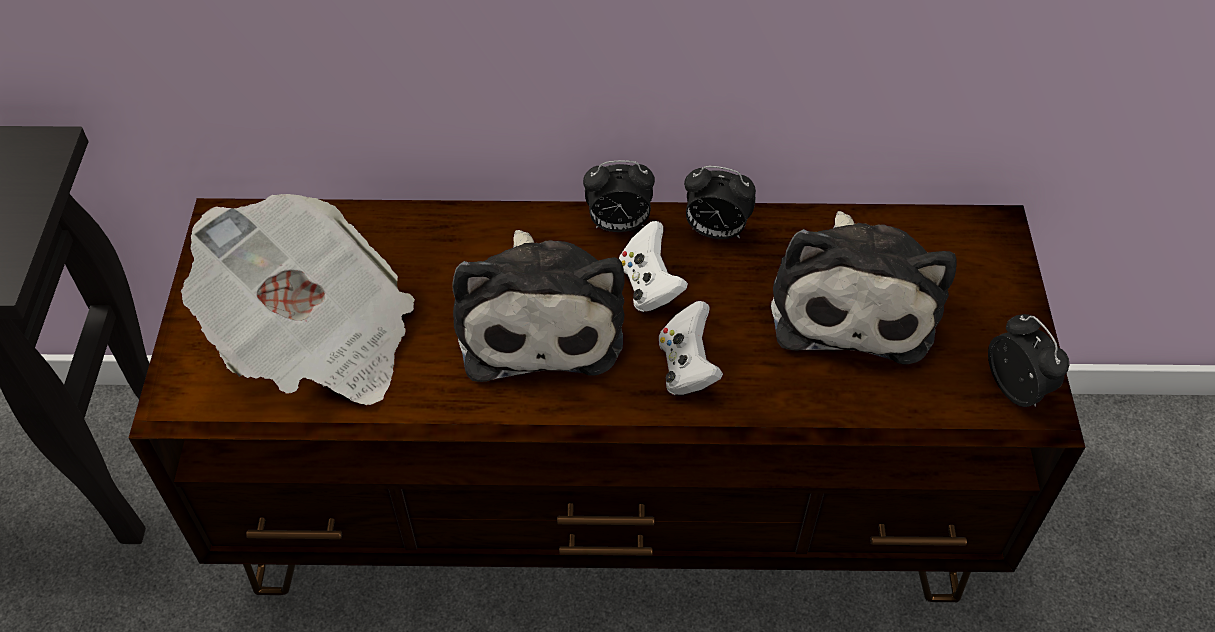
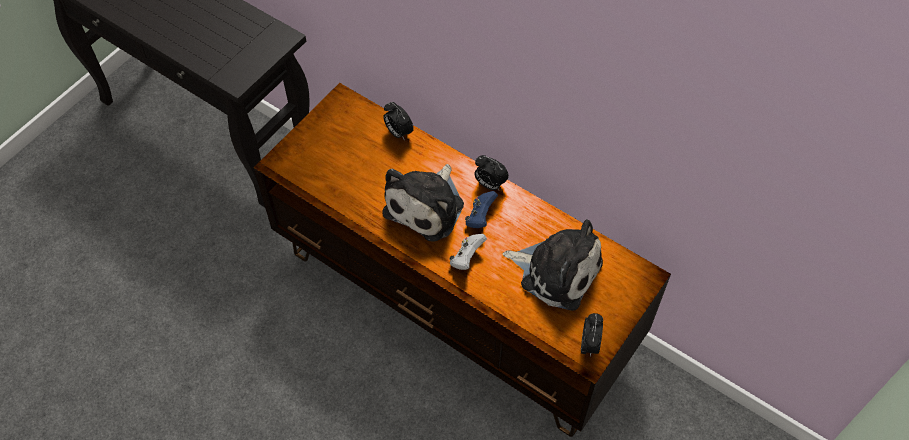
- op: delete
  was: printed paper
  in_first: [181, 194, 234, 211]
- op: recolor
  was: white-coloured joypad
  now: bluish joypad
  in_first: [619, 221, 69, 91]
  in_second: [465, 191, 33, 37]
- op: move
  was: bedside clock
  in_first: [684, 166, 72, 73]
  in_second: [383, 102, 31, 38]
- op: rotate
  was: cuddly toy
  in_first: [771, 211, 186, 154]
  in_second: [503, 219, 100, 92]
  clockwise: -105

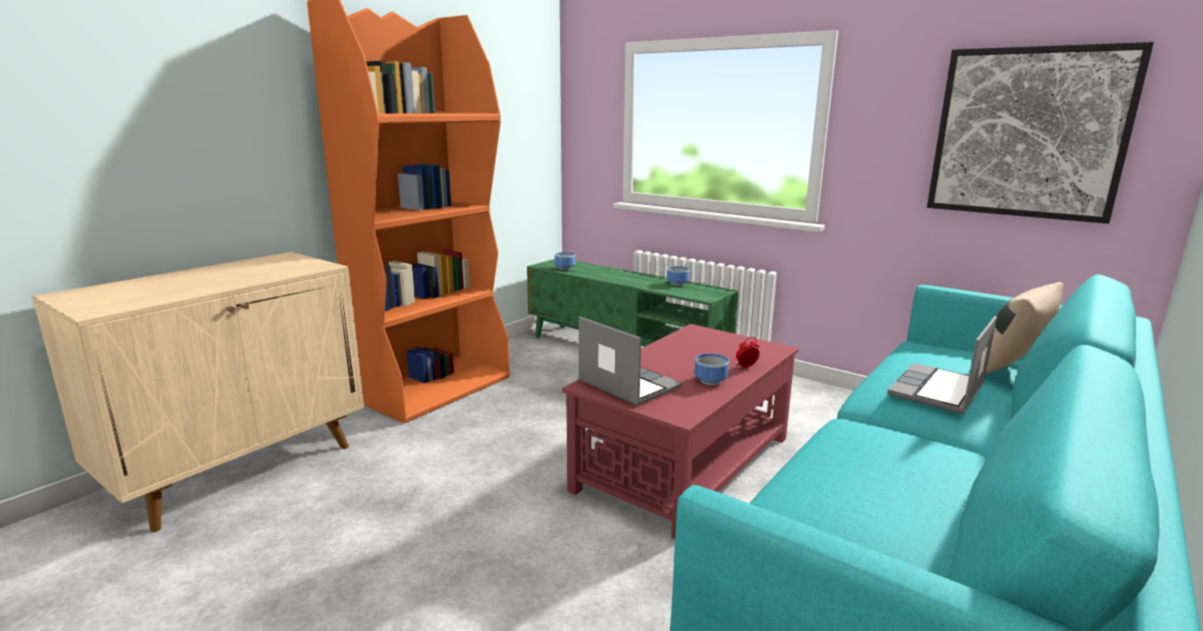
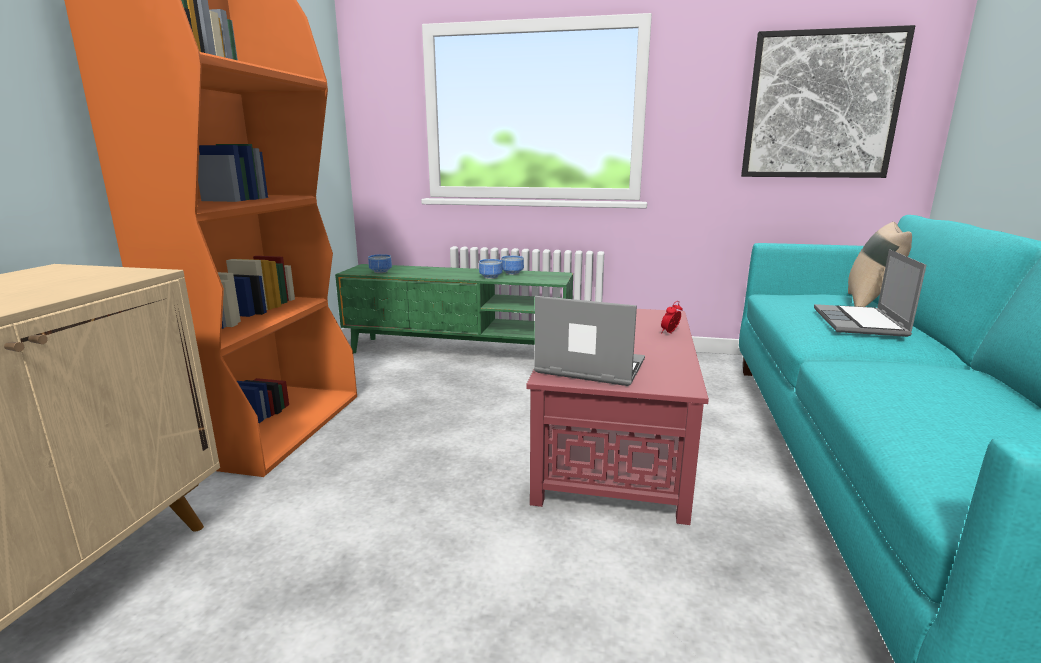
- op: move
  was: bowl
  in_first: [694, 353, 35, 32]
  in_second: [479, 259, 24, 20]

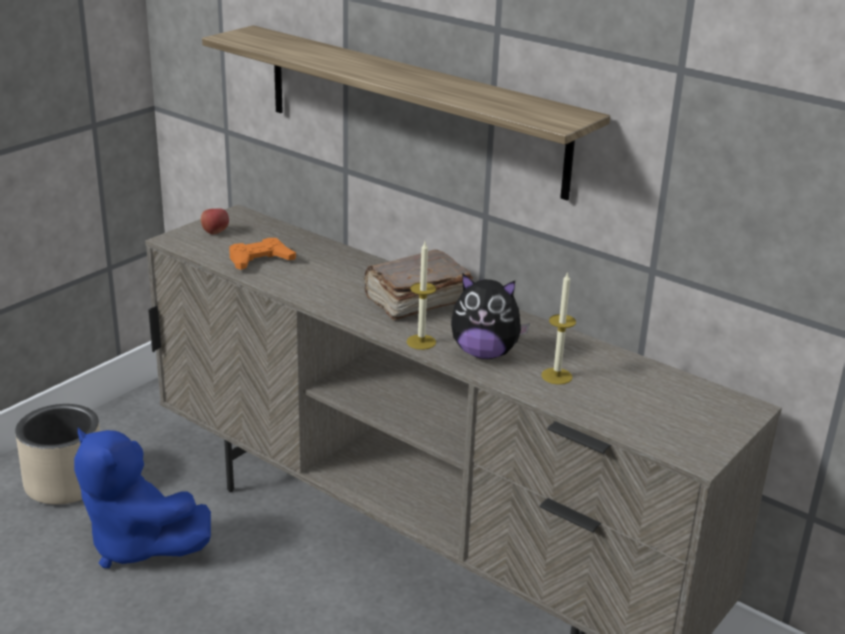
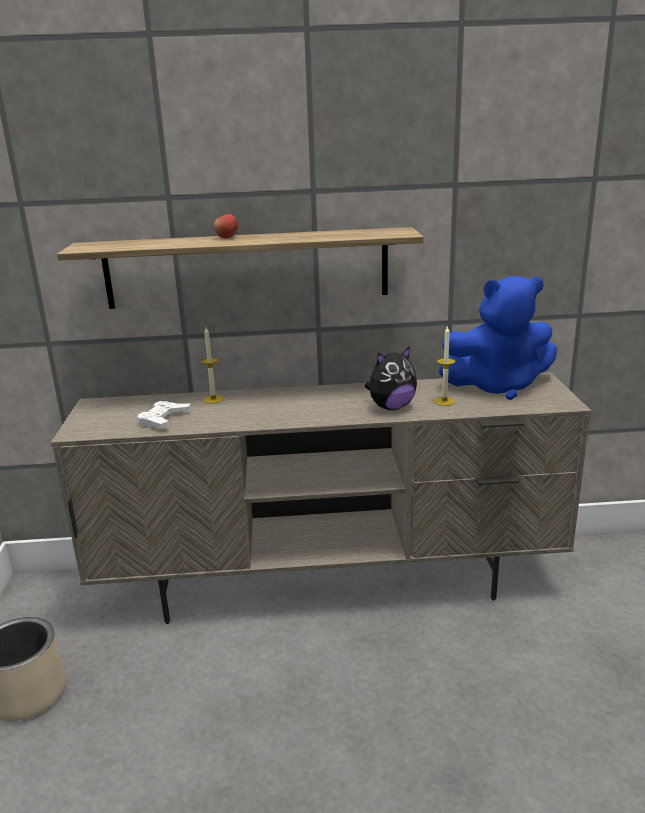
- op: move
  was: bluish cuddly toy
  in_first: [74, 428, 137, 140]
  in_second: [439, 276, 118, 124]
- op: move
  was: apple fruit
  in_first: [201, 208, 28, 27]
  in_second: [214, 214, 24, 25]
- op: recolor
  was: orange-coloured joypad
  now: white-coloured joypad
  in_first: [229, 238, 67, 32]
  in_second: [137, 401, 55, 27]
- op: delete
  was: brown volume
  in_first: [364, 250, 109, 71]
- op: move
  was: wax candle
  in_first: [407, 242, 29, 108]
  in_second: [201, 327, 23, 77]

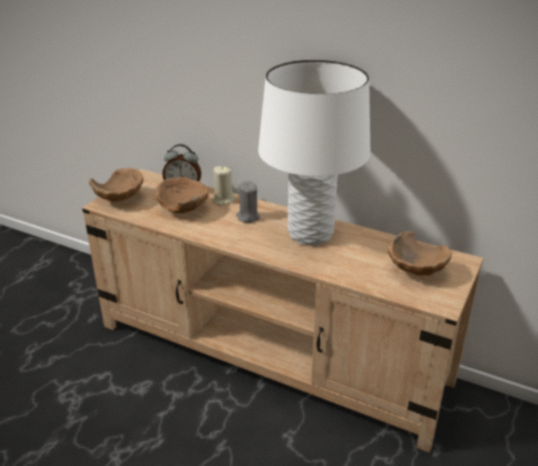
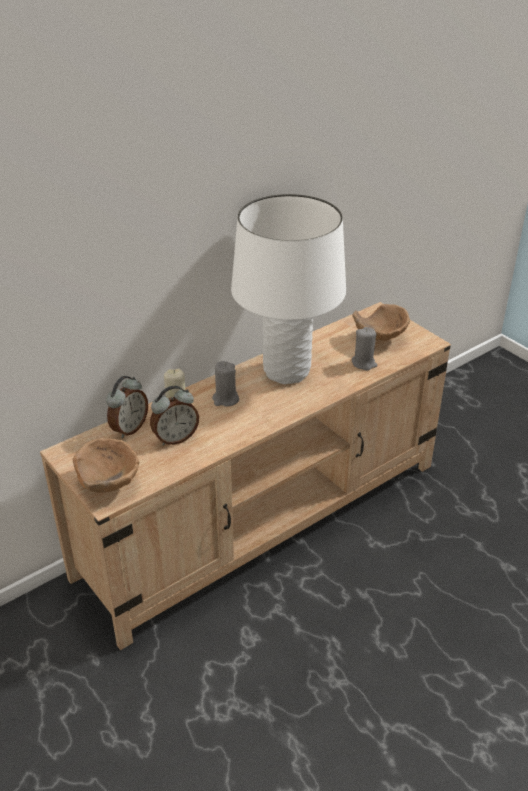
- op: replace
  was: brown bowl
  now: bedside clock
  in_first: [155, 177, 53, 36]
  in_second: [150, 386, 49, 60]
- op: insert
  now: gray wax candle
  in_second: [352, 327, 25, 44]

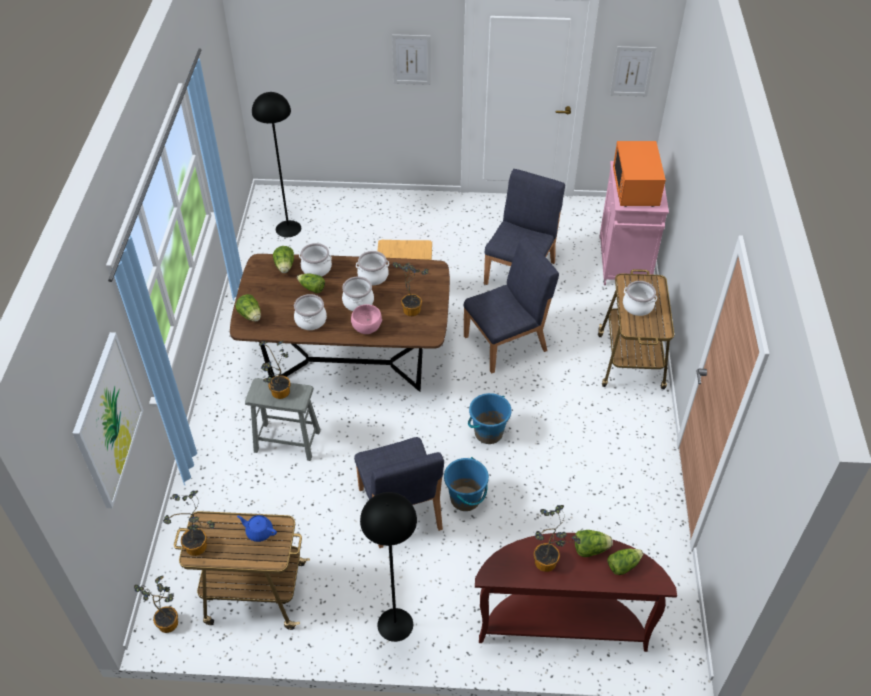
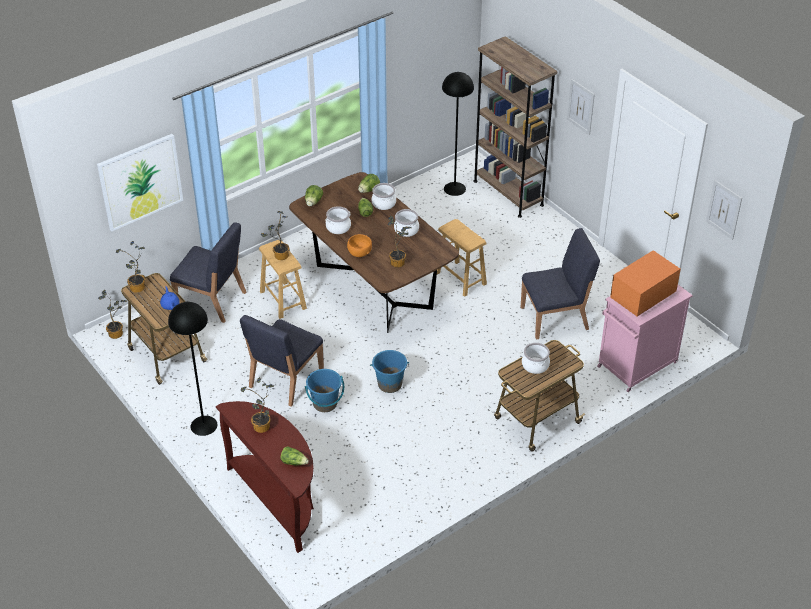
- op: recolor
  was: gray stool
  now: brown stool
  in_first: [245, 378, 76, 83]
  in_second: [259, 240, 48, 79]
- op: delete
  was: stockpot
  in_first: [342, 276, 32, 35]
- op: recolor
  was: pink bowl
  now: orange-coloured bowl
  in_first: [351, 304, 31, 30]
  in_second: [347, 234, 25, 23]
- op: move
  was: bluish plain chair
  in_first: [464, 237, 95, 137]
  in_second: [170, 222, 76, 101]
- op: delete
  was: lettuce
  in_first: [574, 530, 39, 27]
- op: insert
  now: brown shelving unit
  in_second: [473, 36, 85, 182]

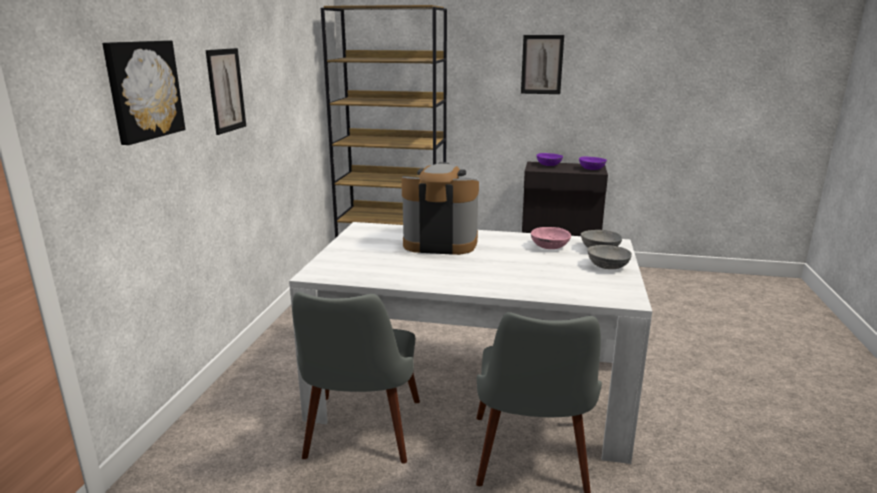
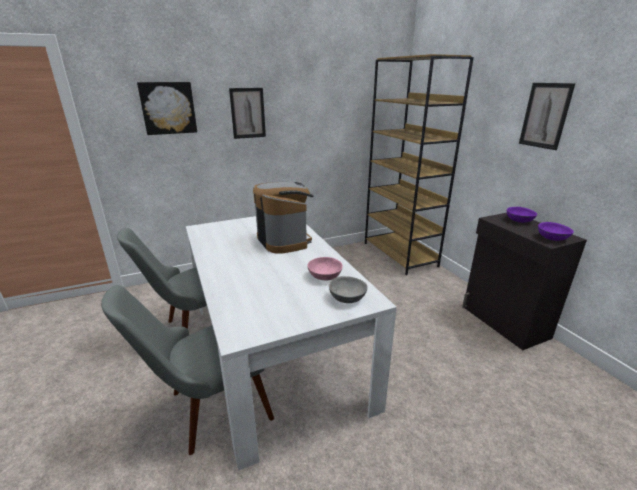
- op: delete
  was: gray bowl
  in_first: [587, 245, 45, 24]

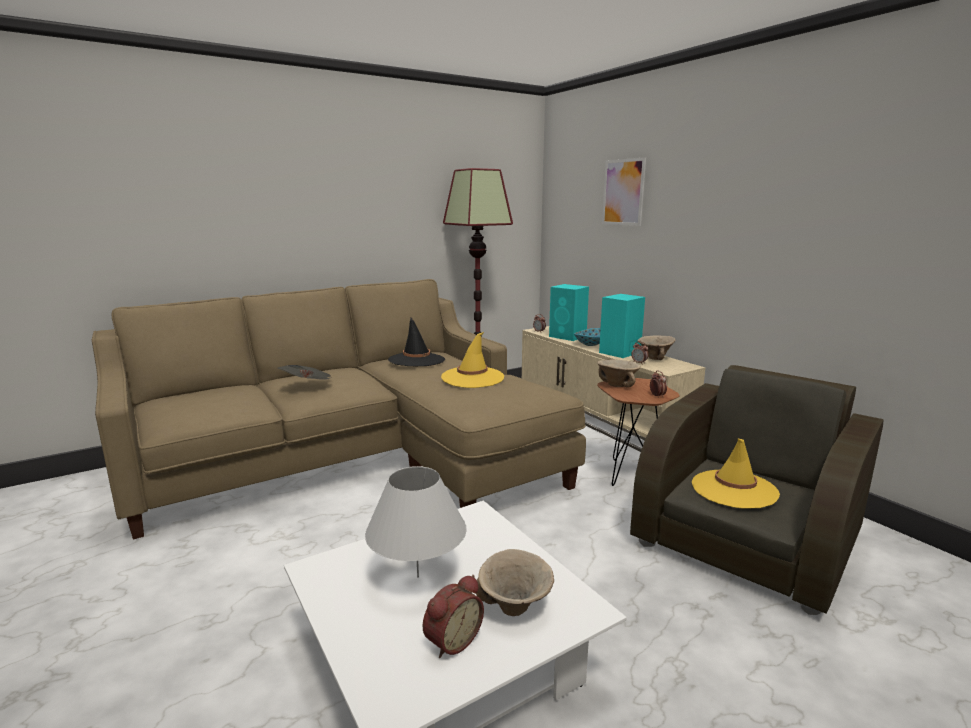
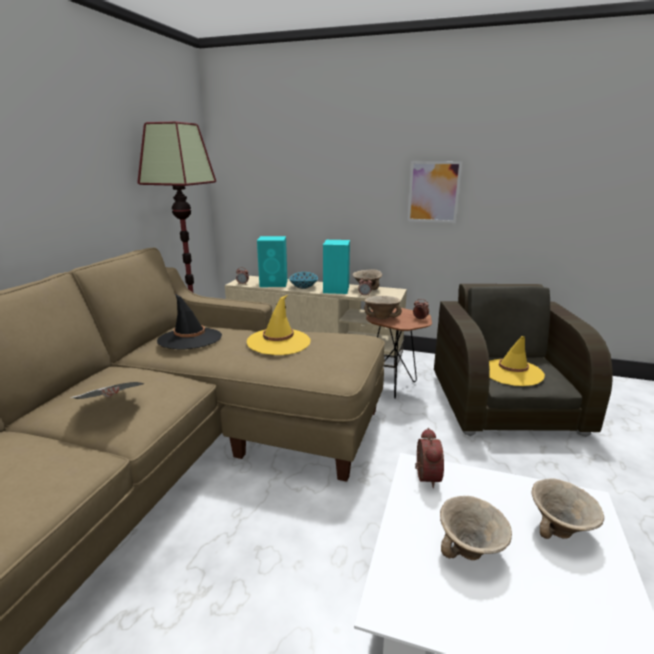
- op: replace
  was: white-coloured tabletop lamp
  now: beige bowl
  in_first: [365, 466, 102, 112]
  in_second: [440, 496, 72, 64]
- op: move
  was: bedside clock
  in_first: [423, 575, 61, 83]
  in_second: [415, 428, 29, 60]
- op: move
  was: wall picture
  in_first: [602, 157, 44, 69]
  in_second: [407, 161, 55, 62]

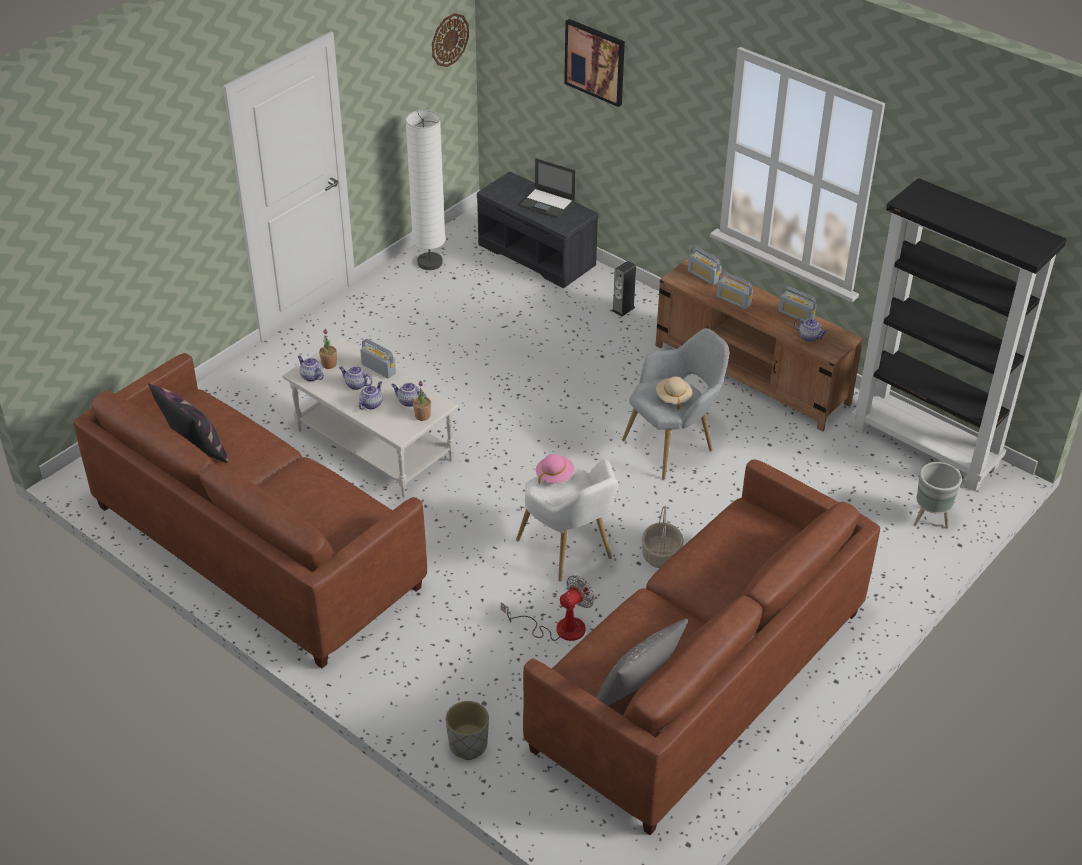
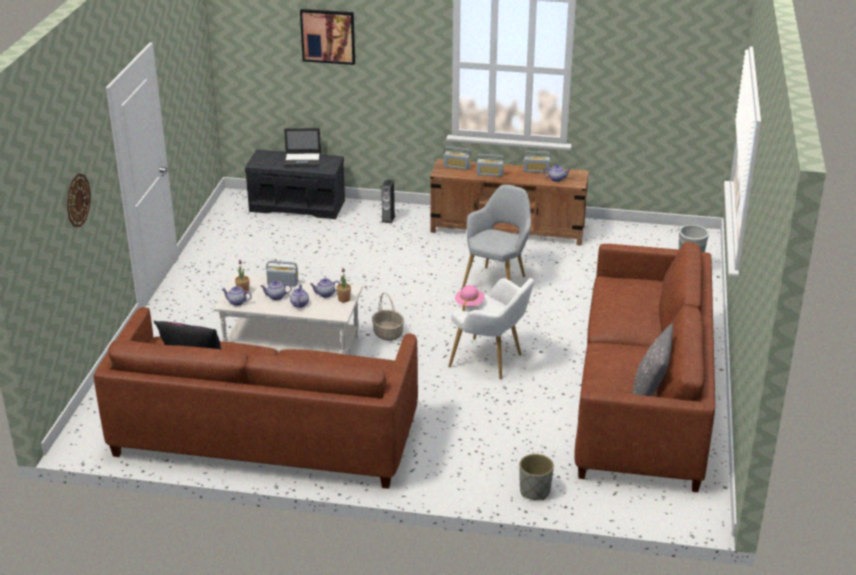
- op: delete
  was: white-coloured floor lamp
  in_first: [405, 110, 40, 160]
- op: move
  was: wall clock
  in_first: [432, 13, 37, 54]
  in_second: [67, 174, 24, 53]
- op: delete
  was: fan
  in_first: [501, 575, 94, 66]
- op: move
  was: household basket
  in_first: [642, 506, 42, 62]
  in_second: [372, 293, 32, 48]
- op: delete
  was: beige hat
  in_first: [656, 376, 36, 33]
- op: delete
  was: black shelving unit
  in_first: [851, 178, 216, 313]

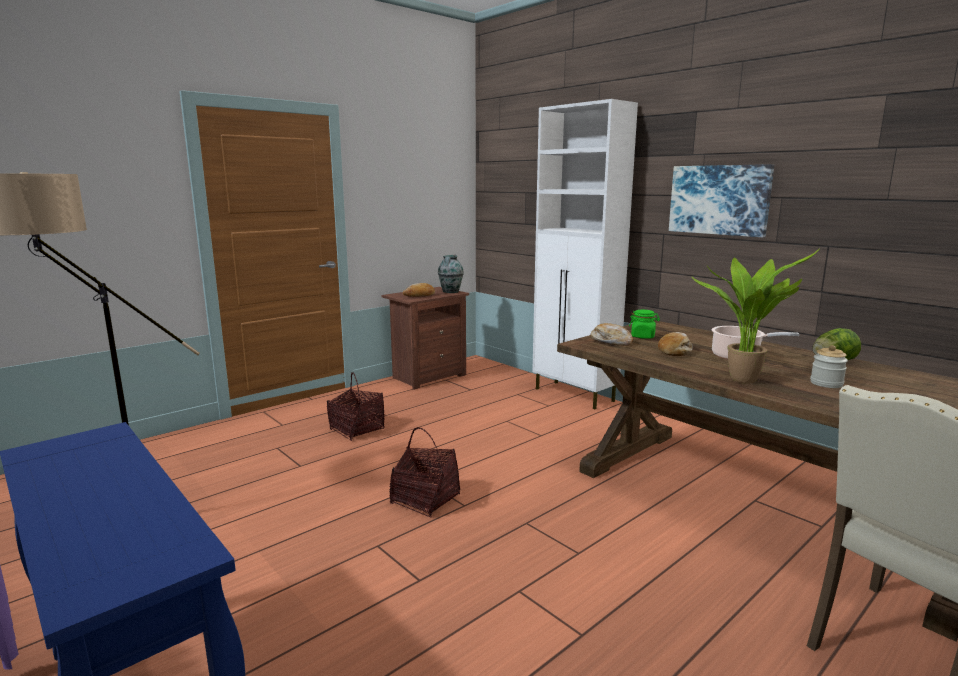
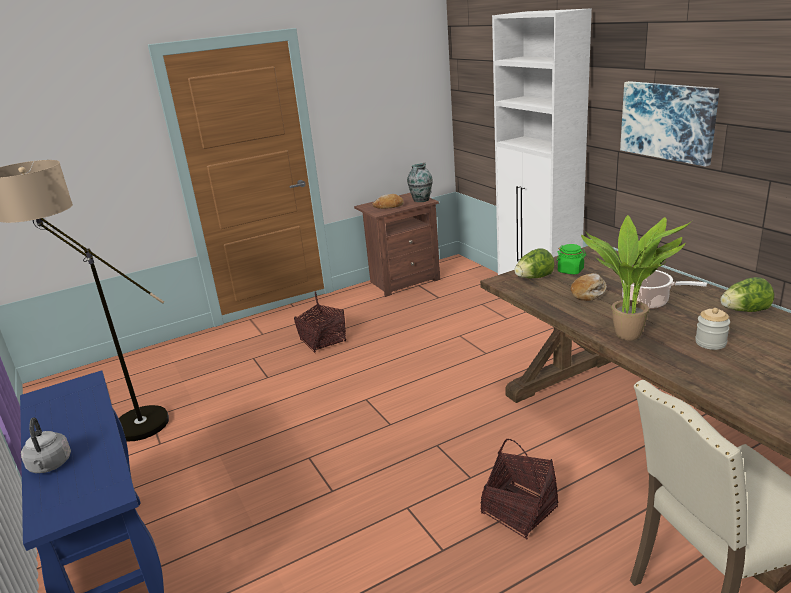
- op: move
  was: household basket
  in_first: [389, 427, 71, 91]
  in_second: [481, 439, 77, 100]
- op: replace
  was: bread
  now: lettuce
  in_first: [591, 323, 42, 23]
  in_second: [514, 248, 41, 31]
- op: insert
  now: gray kettle
  in_second: [21, 417, 50, 56]

